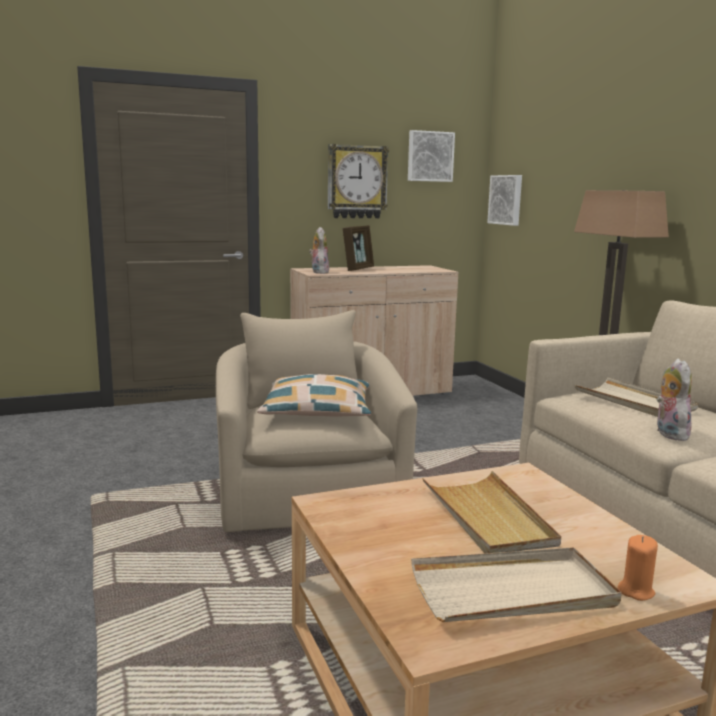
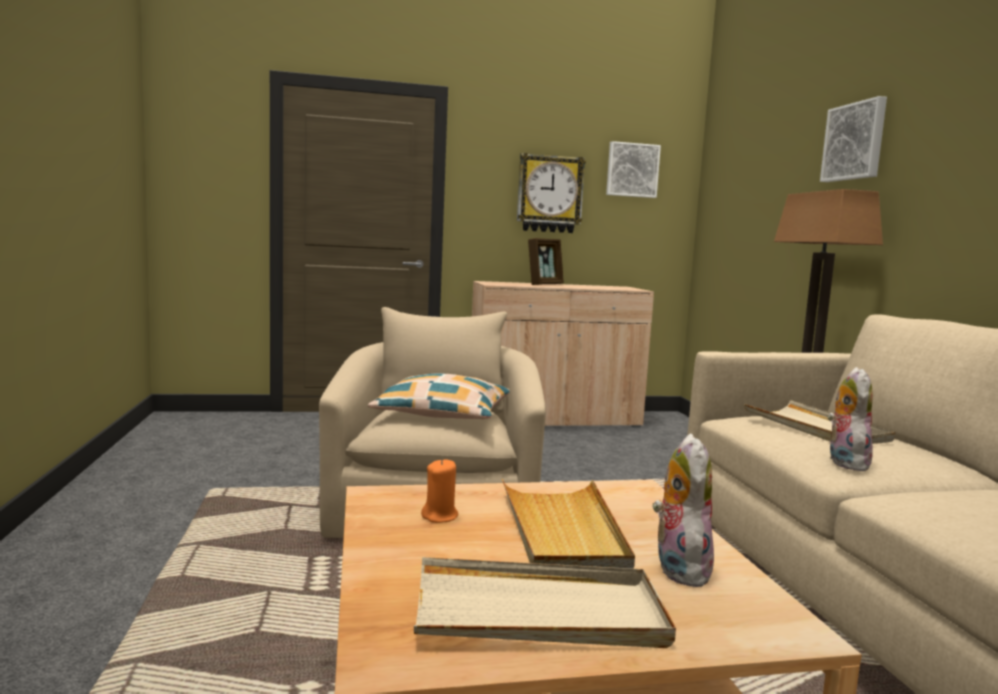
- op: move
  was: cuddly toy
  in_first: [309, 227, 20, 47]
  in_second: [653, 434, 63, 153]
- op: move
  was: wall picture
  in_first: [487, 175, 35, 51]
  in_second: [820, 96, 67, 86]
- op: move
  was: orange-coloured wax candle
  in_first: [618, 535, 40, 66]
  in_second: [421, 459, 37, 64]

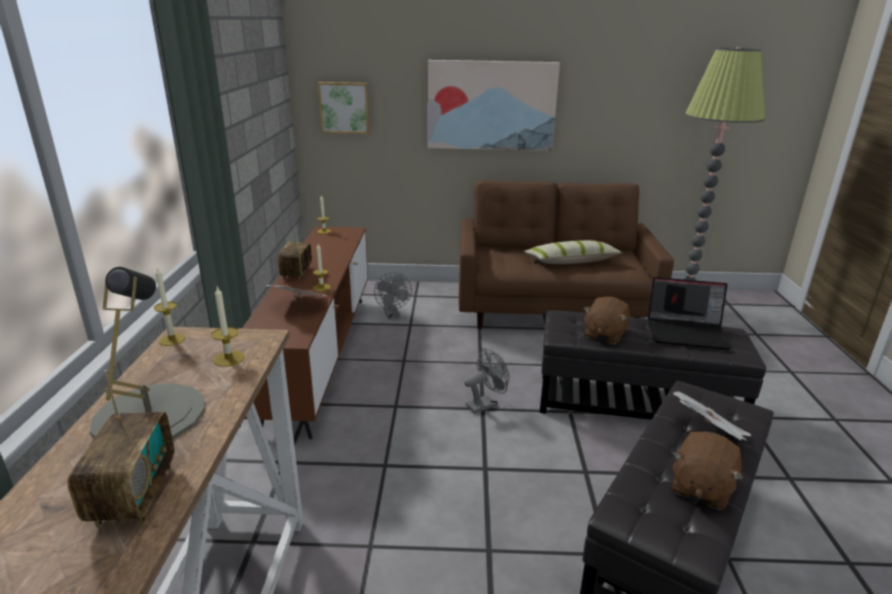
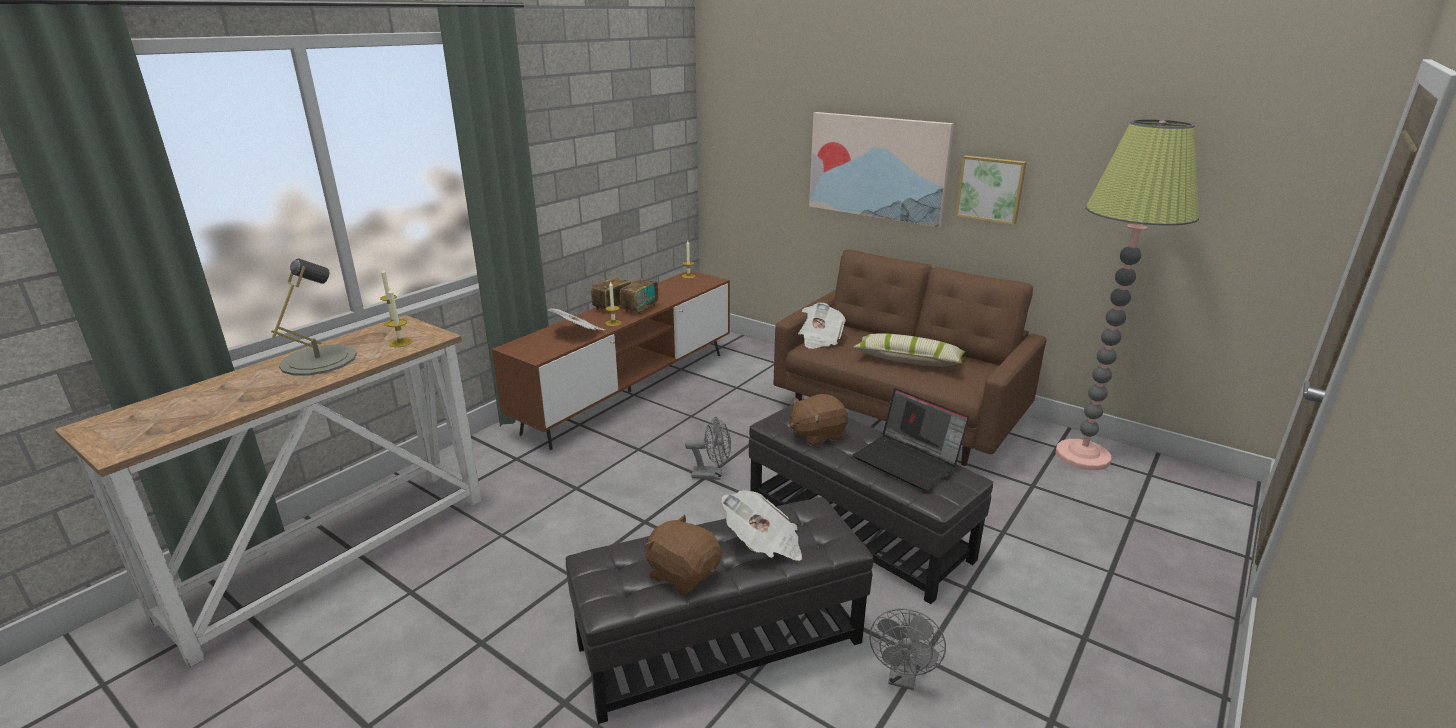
- op: move
  was: radio receiver
  in_first: [68, 370, 107, 158]
  in_second: [620, 260, 38, 56]
- op: move
  was: wall picture
  in_first: [318, 82, 52, 52]
  in_second: [955, 155, 72, 70]
- op: move
  was: gray fan
  in_first: [374, 272, 38, 47]
  in_second: [869, 609, 77, 81]
- op: rotate
  was: brown cuddly toy
  in_first: [672, 432, 71, 78]
  in_second: [644, 514, 77, 81]
  clockwise: 60
- op: insert
  now: printed paper
  in_second: [798, 303, 48, 46]

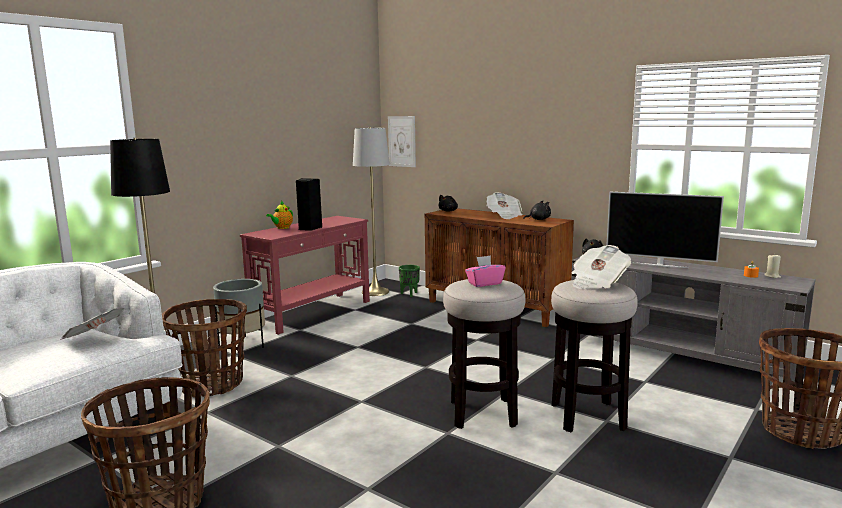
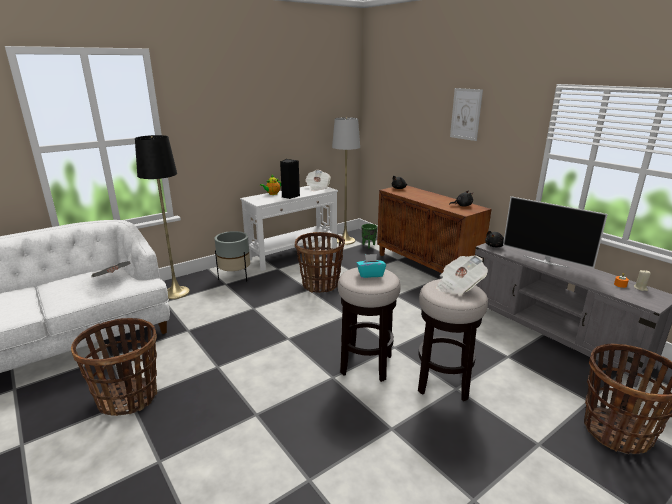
- op: move
  was: household basket
  in_first: [162, 299, 85, 99]
  in_second: [295, 232, 50, 61]
- op: recolor
  was: red console table
  now: white-coloured console table
  in_first: [240, 216, 130, 119]
  in_second: [240, 185, 98, 86]
- op: move
  was: wall picture
  in_first: [388, 116, 28, 51]
  in_second: [450, 88, 33, 53]
- op: recolor
  was: pink tissue holder
  now: turquoise-coloured tissue holder
  in_first: [465, 255, 41, 32]
  in_second: [357, 254, 29, 24]
- op: move
  was: printed paper
  in_first: [487, 192, 36, 27]
  in_second: [305, 170, 26, 21]

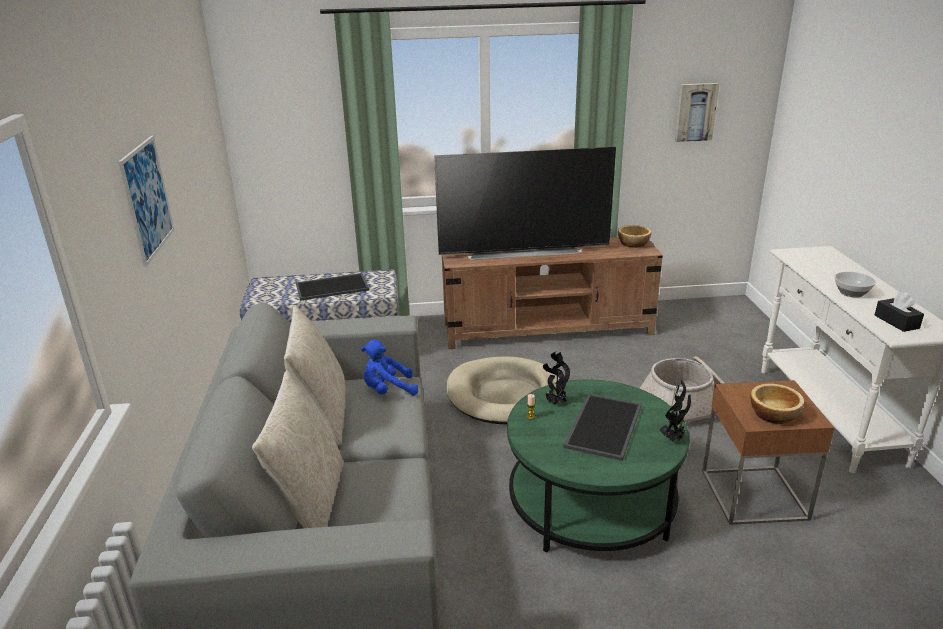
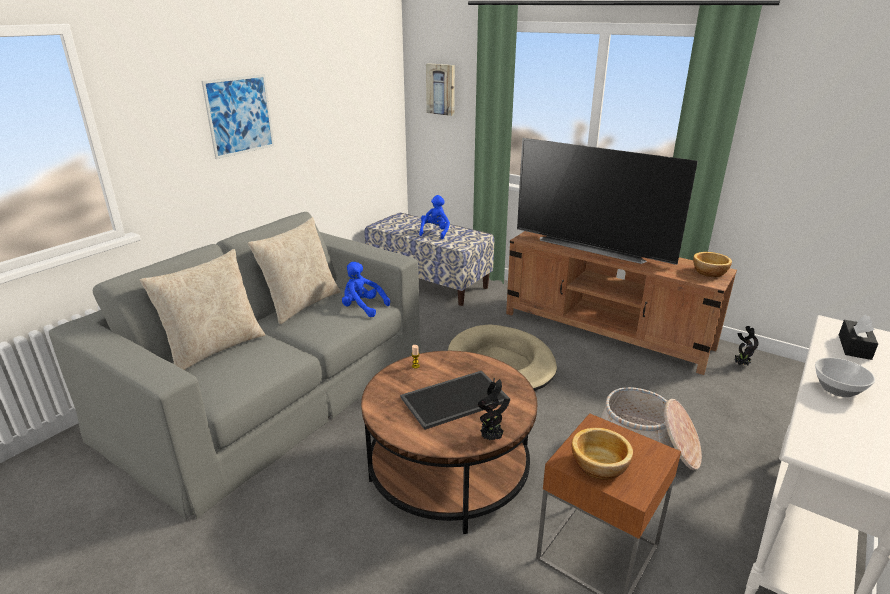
- op: replace
  was: carrying tray
  now: bluish cuddly toy
  in_first: [296, 273, 73, 28]
  in_second: [419, 195, 31, 44]
- op: recolor
  was: greenish coffee table
  now: brown coffee table
  in_first: [507, 379, 182, 174]
  in_second: [361, 351, 176, 183]
- op: move
  was: houseplant
  in_first: [543, 351, 27, 53]
  in_second: [735, 326, 24, 39]
- op: move
  was: wall picture
  in_first: [675, 83, 44, 59]
  in_second: [426, 63, 29, 53]
- op: move
  was: black tissue holder
  in_first: [875, 292, 49, 40]
  in_second: [839, 315, 39, 45]

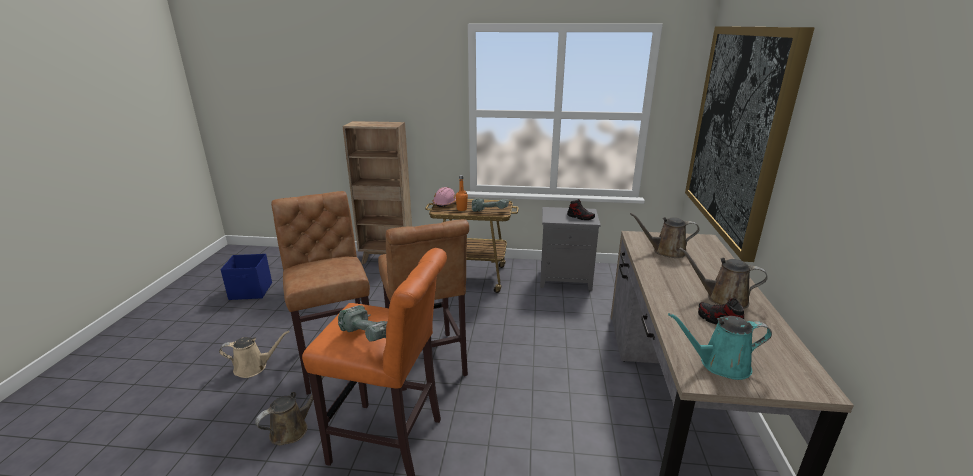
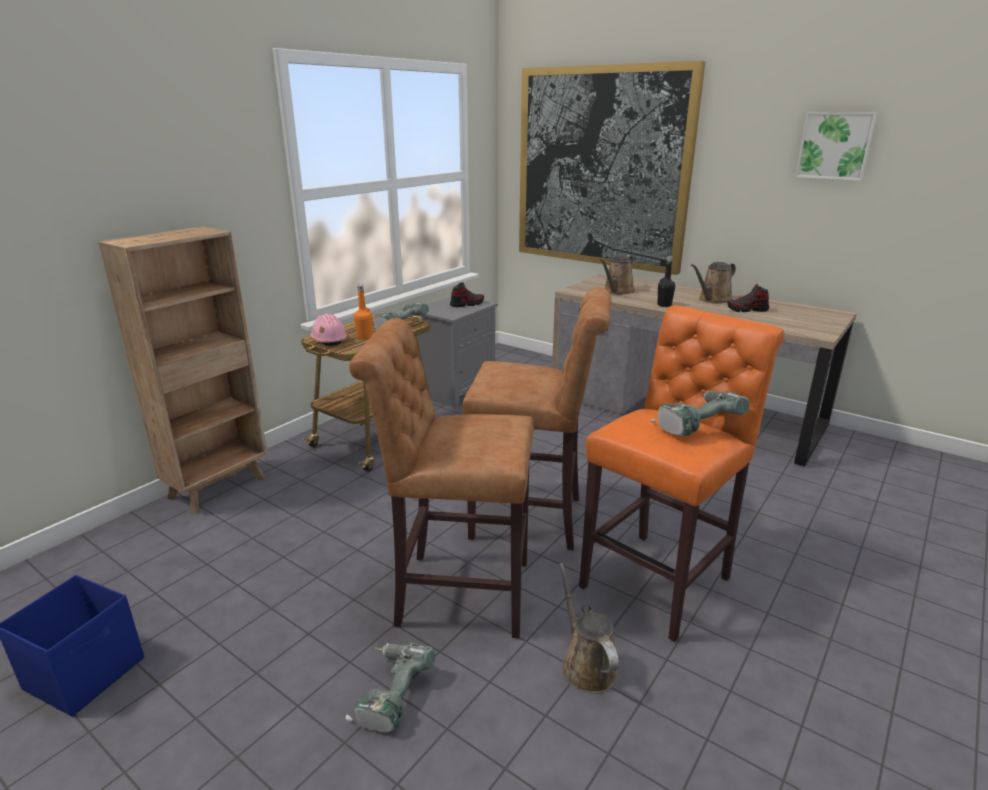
- op: replace
  was: beige watering can
  now: electric drill
  in_first: [219, 331, 70, 47]
  in_second: [345, 643, 91, 89]
- op: delete
  was: turquoise-coloured watering can
  in_first: [668, 313, 104, 67]
- op: insert
  now: black beverage bottle
  in_second: [658, 256, 17, 51]
- op: insert
  now: wall picture
  in_second: [795, 112, 83, 69]

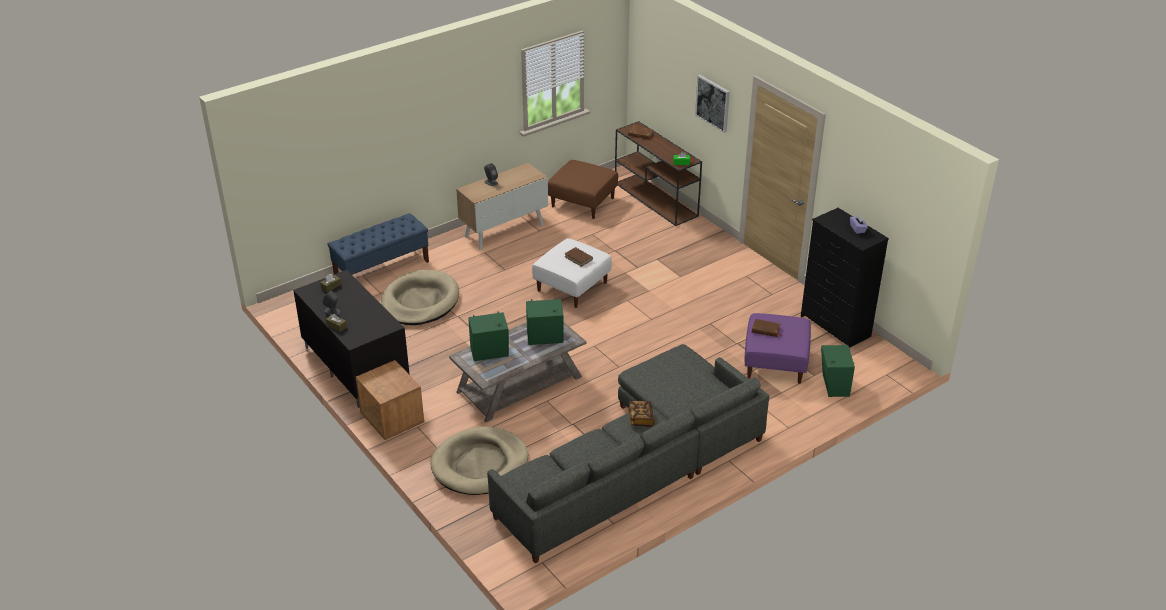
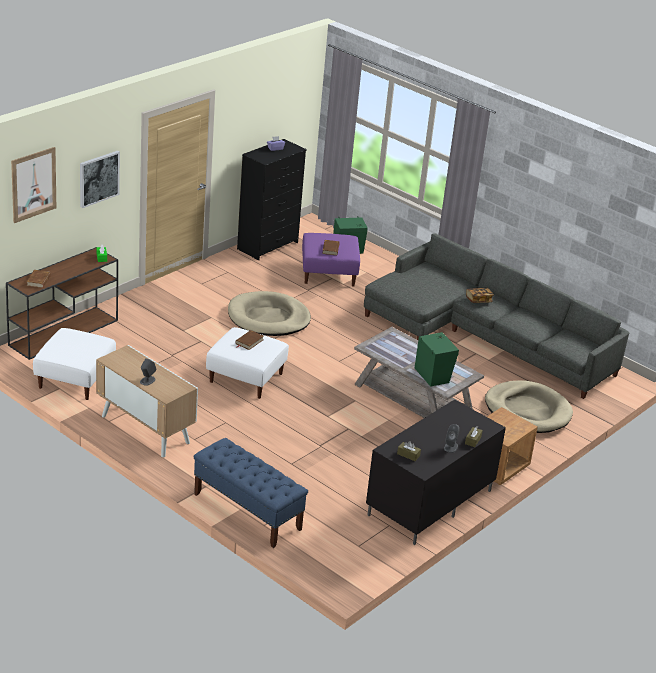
- op: move
  was: beige dog cushion
  in_first: [381, 269, 78, 56]
  in_second: [228, 291, 83, 45]
- op: delete
  was: greenish audio speaker
  in_first: [526, 298, 38, 47]
- op: recolor
  was: brown ottoman
  now: white-coloured ottoman
  in_first: [548, 160, 70, 59]
  in_second: [33, 328, 83, 72]
- op: insert
  now: wall picture
  in_second: [11, 147, 45, 76]

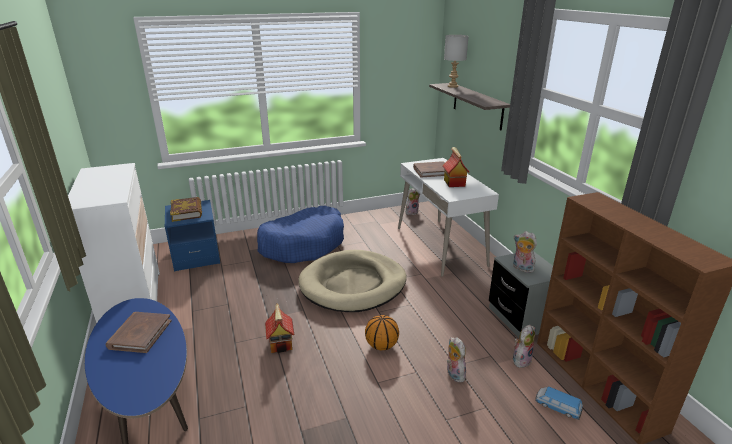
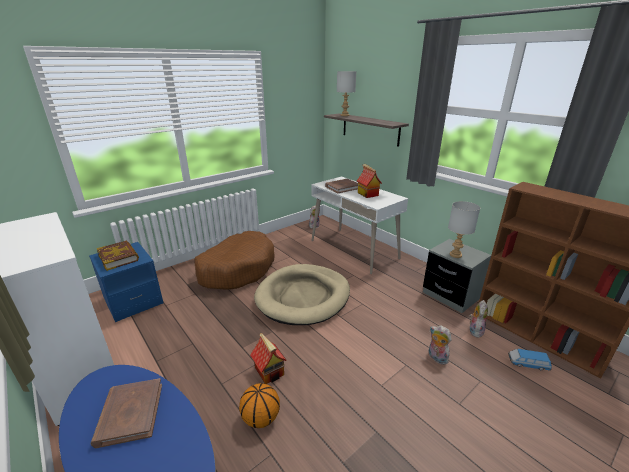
- op: recolor
  was: bluish dog cushion
  now: brown dog cushion
  in_first: [257, 206, 87, 57]
  in_second: [194, 231, 80, 59]
- op: move
  was: ball for basketball
  in_first: [365, 315, 34, 35]
  in_second: [239, 383, 41, 45]
- op: replace
  was: cuddly toy
  now: gray tabletop lamp
  in_first: [513, 231, 24, 42]
  in_second: [448, 201, 32, 57]

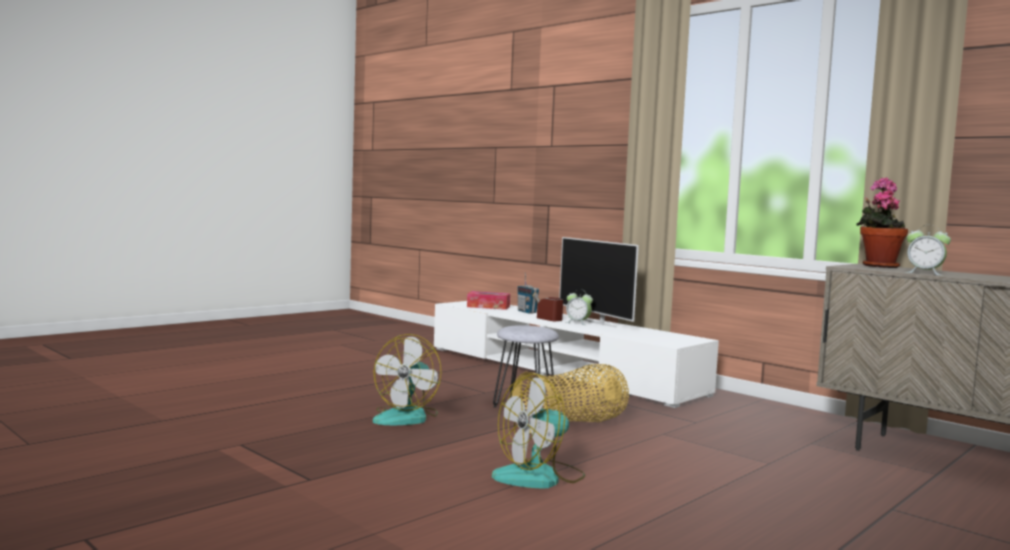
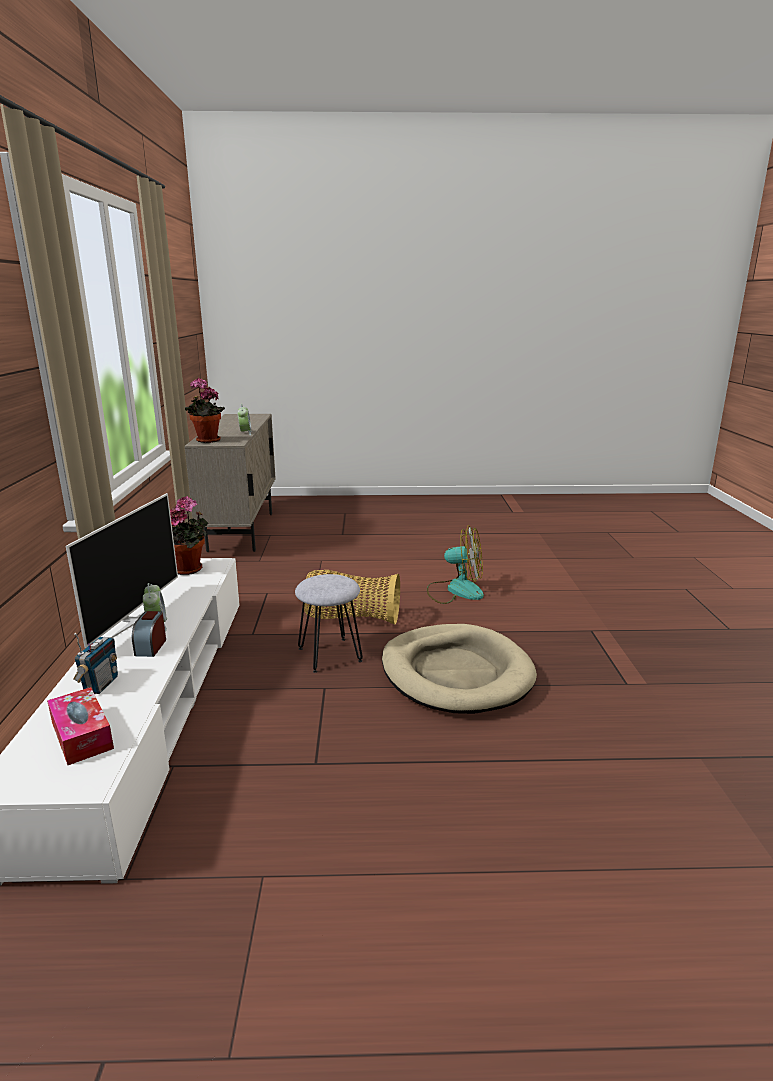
- op: replace
  was: fan
  now: beige dog cushion
  in_first: [373, 334, 68, 91]
  in_second: [382, 624, 155, 90]
- op: insert
  now: houseplant
  in_second: [170, 496, 38, 79]

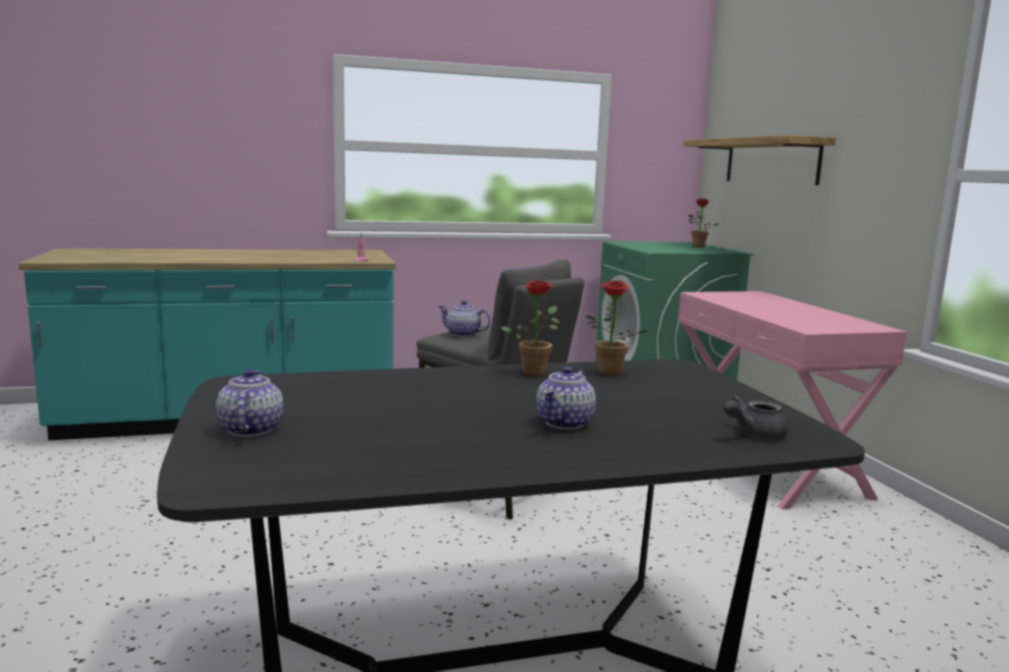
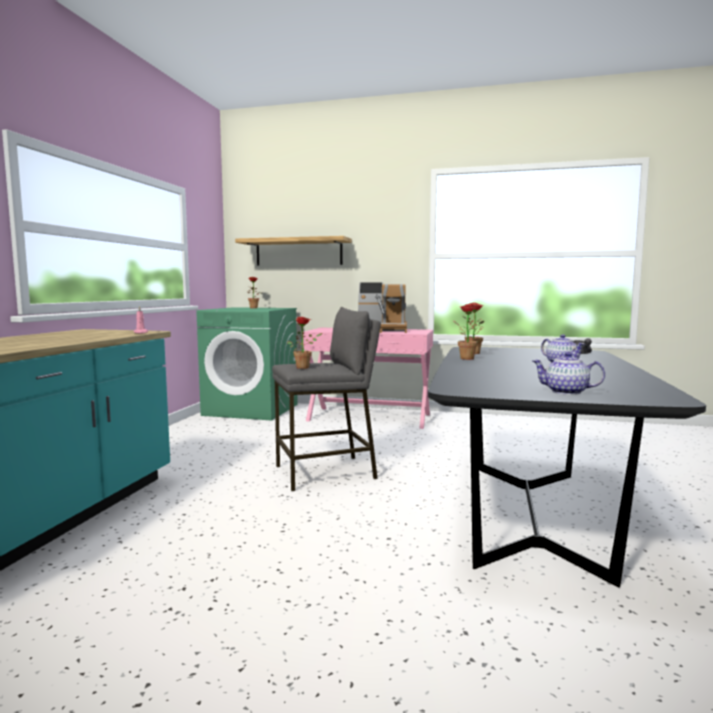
- op: replace
  was: pot for tea
  now: houseplant
  in_first: [438, 300, 53, 37]
  in_second: [287, 317, 36, 52]
- op: insert
  now: coffee brewer
  in_second: [358, 282, 49, 51]

